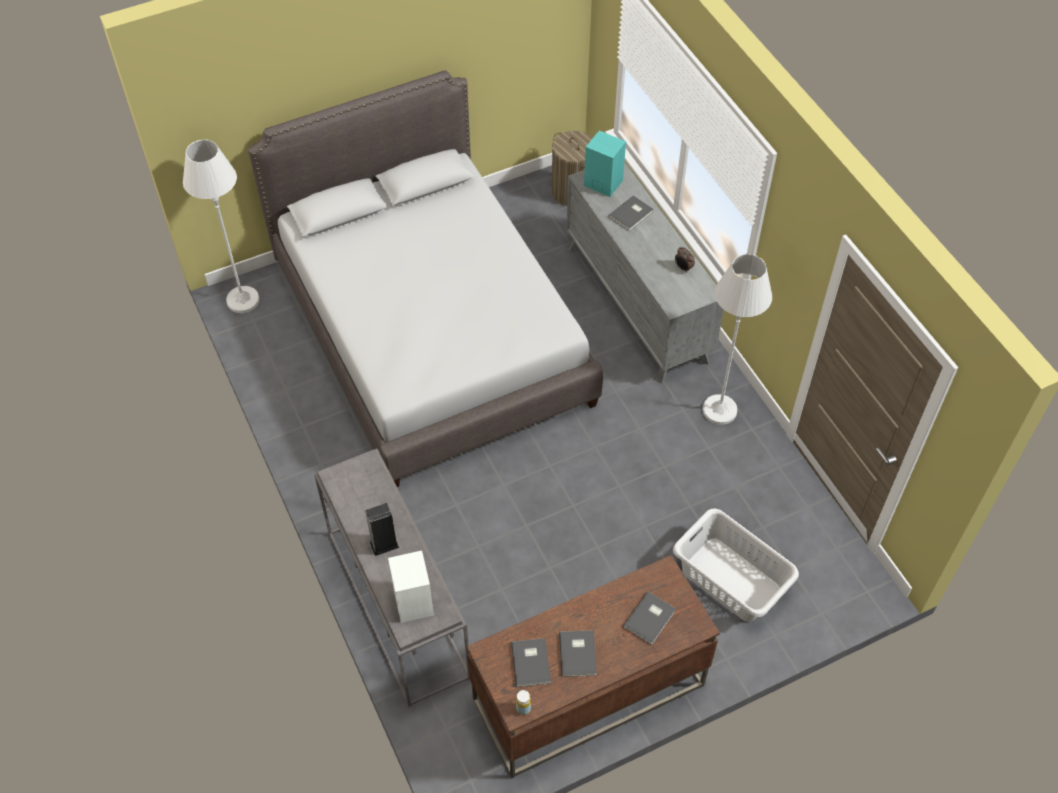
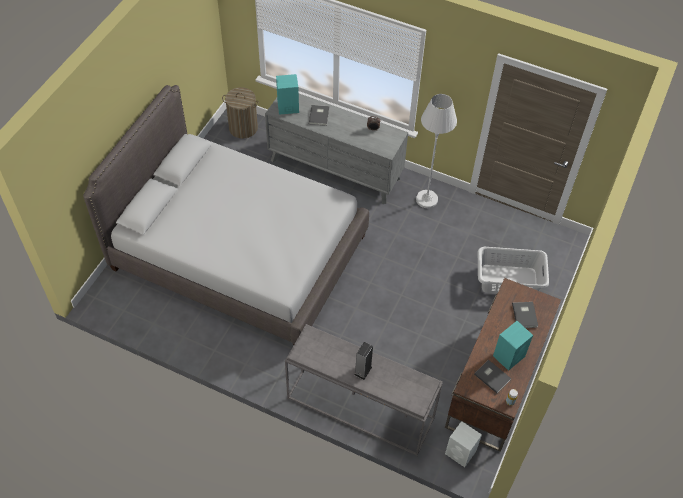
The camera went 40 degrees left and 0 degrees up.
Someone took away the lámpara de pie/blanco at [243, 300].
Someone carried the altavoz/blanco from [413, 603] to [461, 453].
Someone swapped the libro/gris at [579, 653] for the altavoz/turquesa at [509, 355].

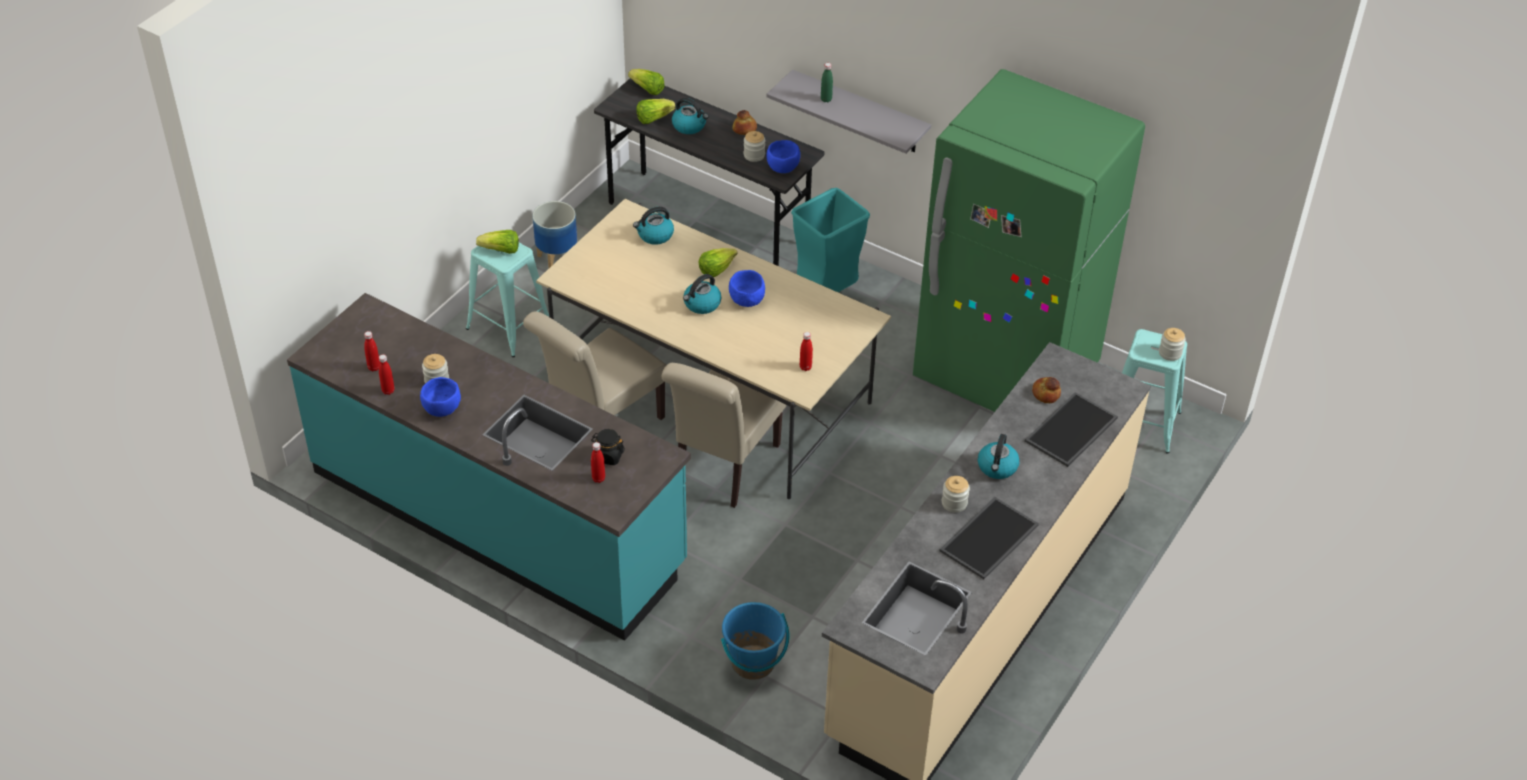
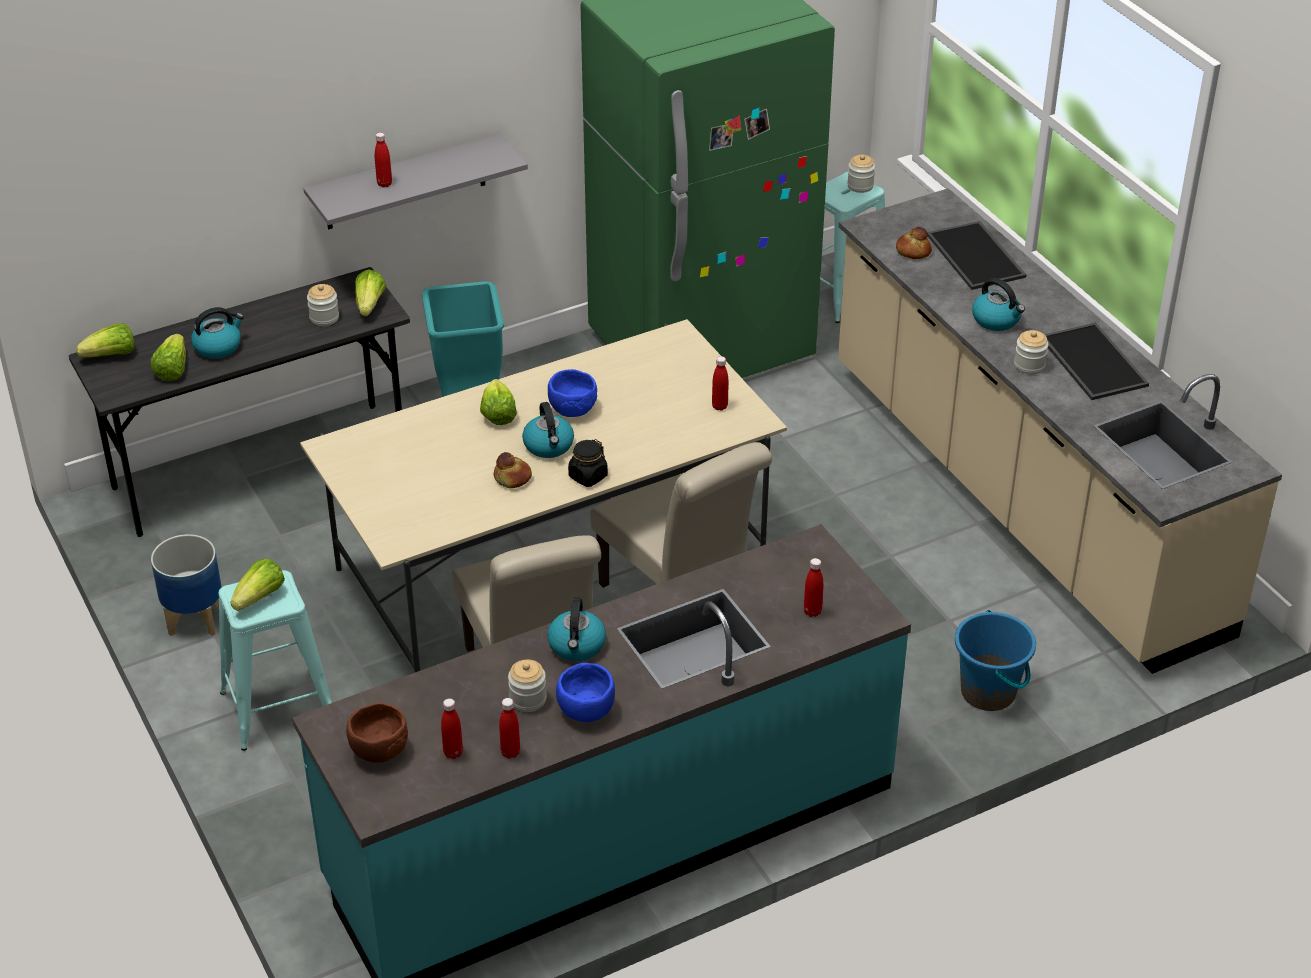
The camera went 60 degrees left and 5 degrees down.
Someone put down the cuenco/marrón at [379, 752].
Someone carried the tarro/negro from [608, 456] to [588, 476].
Someone carried the hervidor from [655, 235] to [577, 646].
Someone carried the pan from [744, 129] to [512, 478].
Someone swapped the cuenco/azul at [783, 168] for the lechuga at [370, 305].
Someone repainted the botella/verde at [826, 99], which became the botella/rojo at [384, 184].

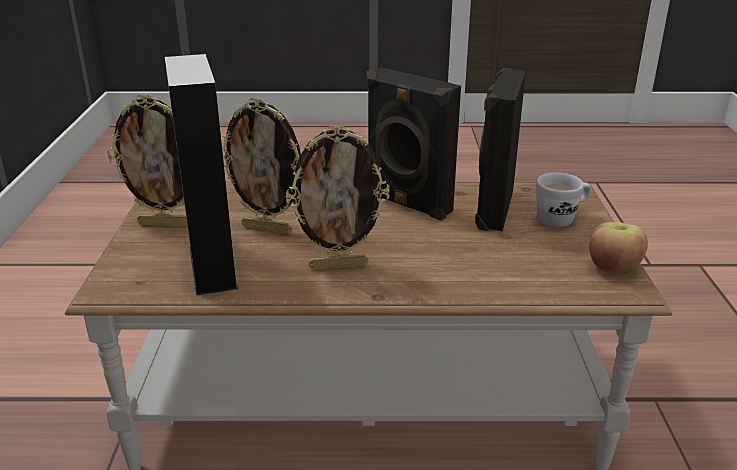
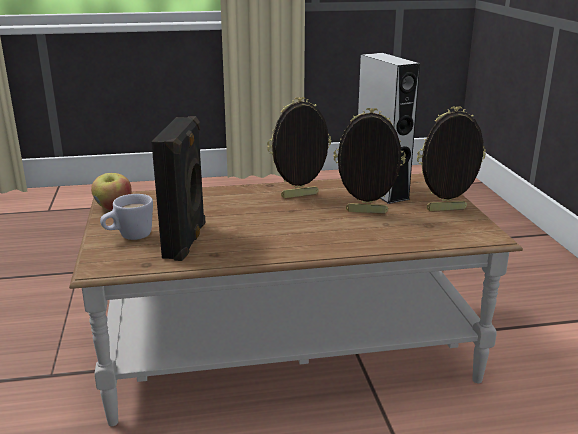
The camera went 170 degrees right and 5 degrees down.
Someone took away the altavoz/negro at [407, 204].

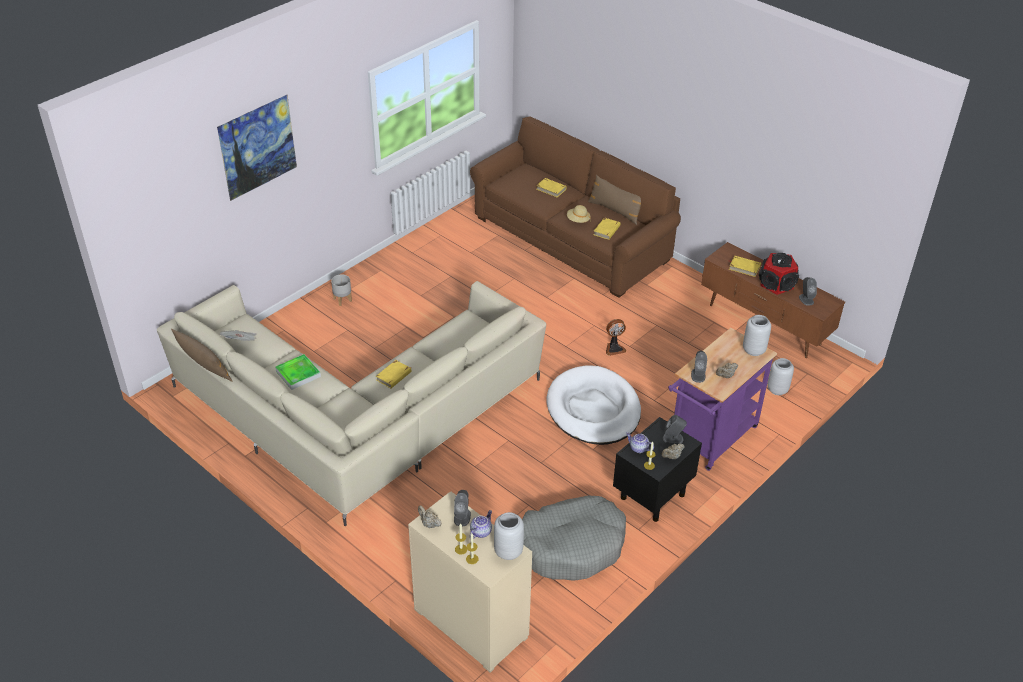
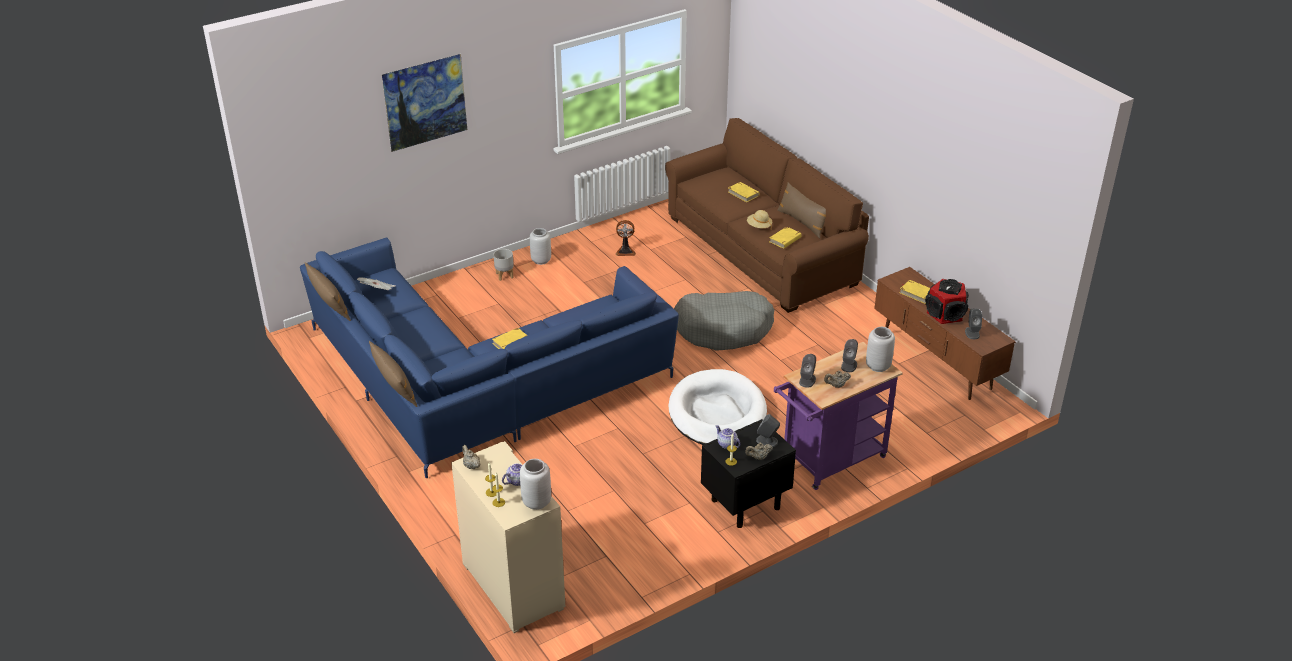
The camera went 15 degrees right and 5 degrees down.
Someone took away the bandeja at [298, 374].
Someone put down the cojín/marrón at [394, 388].
Someone carried the altavoz/gris from [462, 516] to [849, 365].
Someone carried the cama para perro/gris from [571, 546] to [723, 329].
Someone carried the ventilador from [614, 348] to [625, 251].
Someone carried the florero/gris from [777, 390] to [541, 260].
Someone repainted the sofá/beis at [355, 417], which became the sofá/azul at [474, 383].

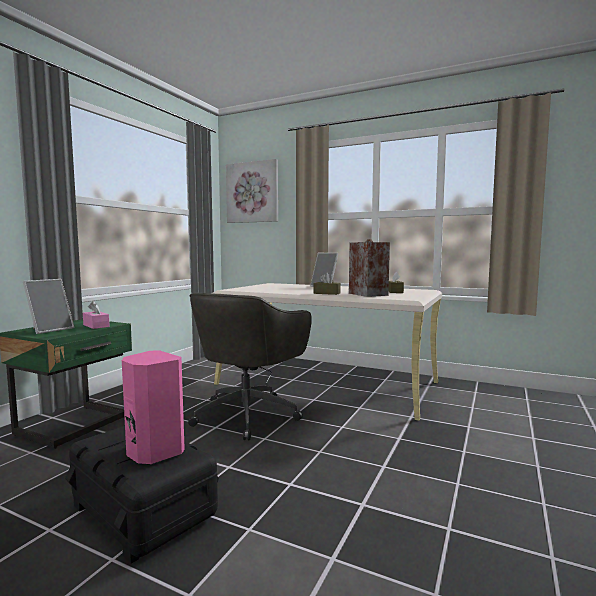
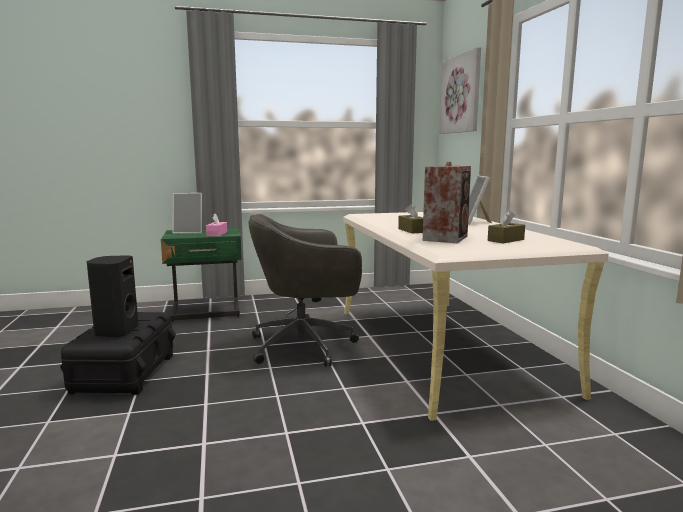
The camera went 50 degrees right and 5 degrees up.
Someone repainted the altavoz/rosa at [153, 453], which became the altavoz/negro at [115, 331].

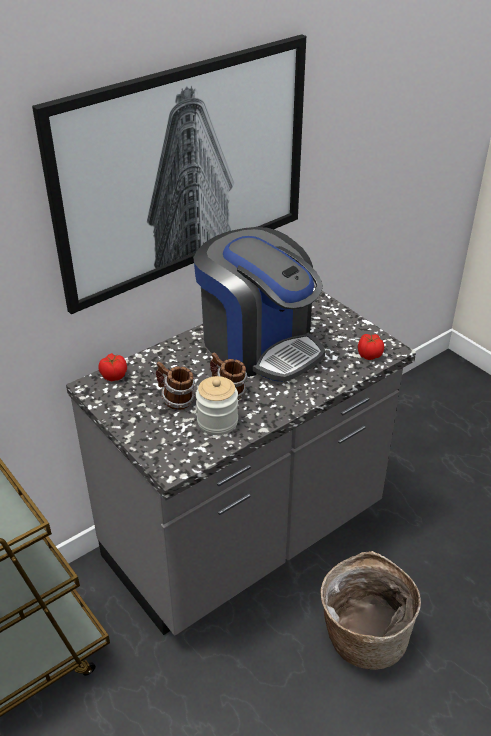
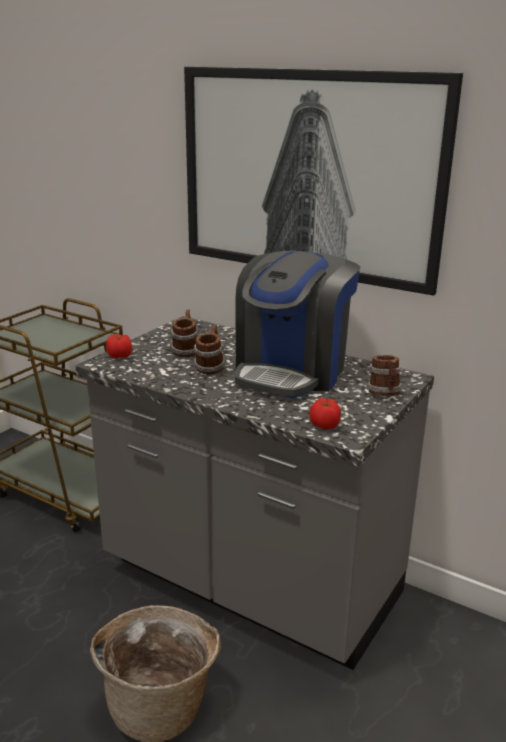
The camera went 70 degrees right and 15 degrees down.
Someone took away the tarro at [217, 422].
Someone put down the taza grande at [385, 394].
Someone carried the tomate from [113, 376] to [119, 355].

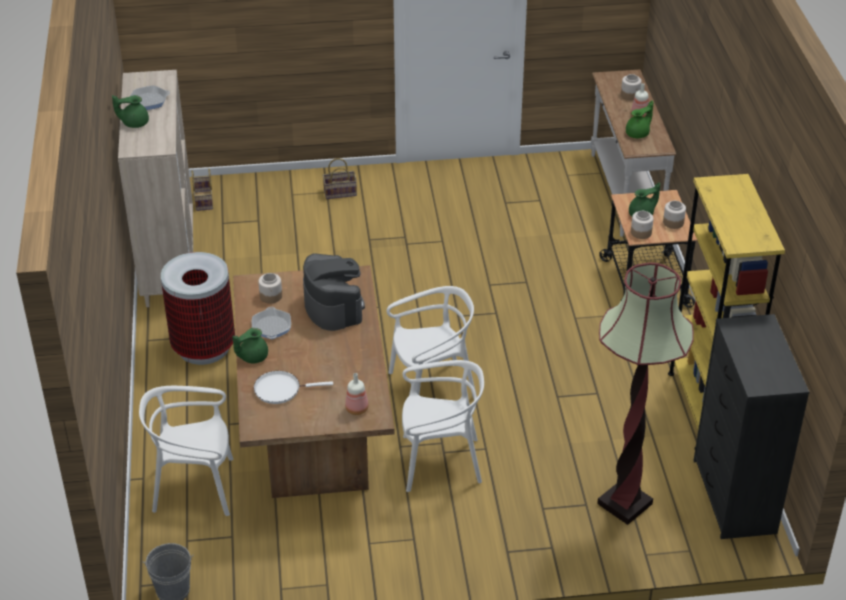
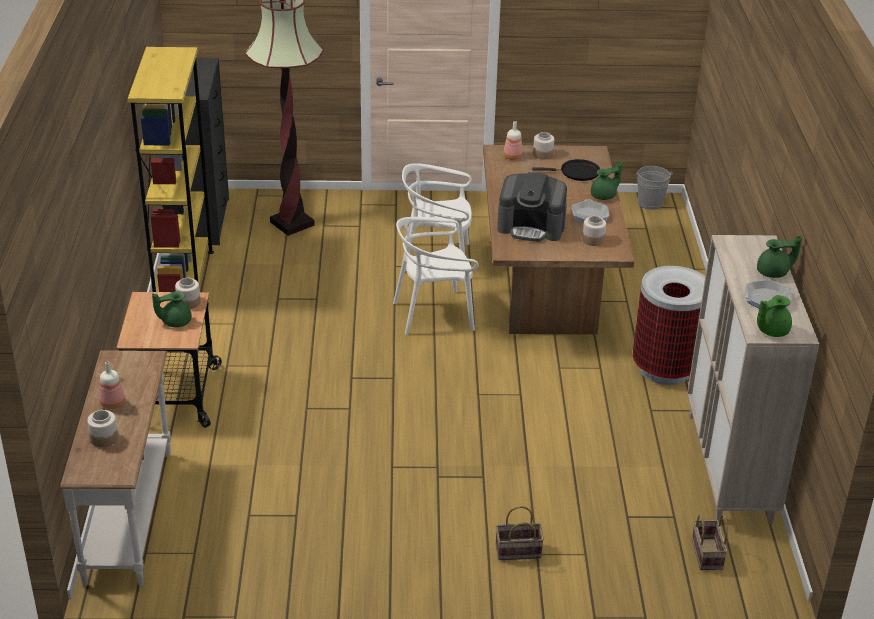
The camera went 175 degrees left and 5 degrees down.
Someone took away the silla/blanco at [195, 487].
Someone carried the tetera/verde from [638, 133] to [771, 330].
Someone carried the tarro from [673, 222] to [543, 154].
Someone repainted the sartén/blanco at [280, 389], which became the sartén/negro at [577, 173].
Someone rotated the cafetera at [333, 307] by 60 degrees counterclockwise.

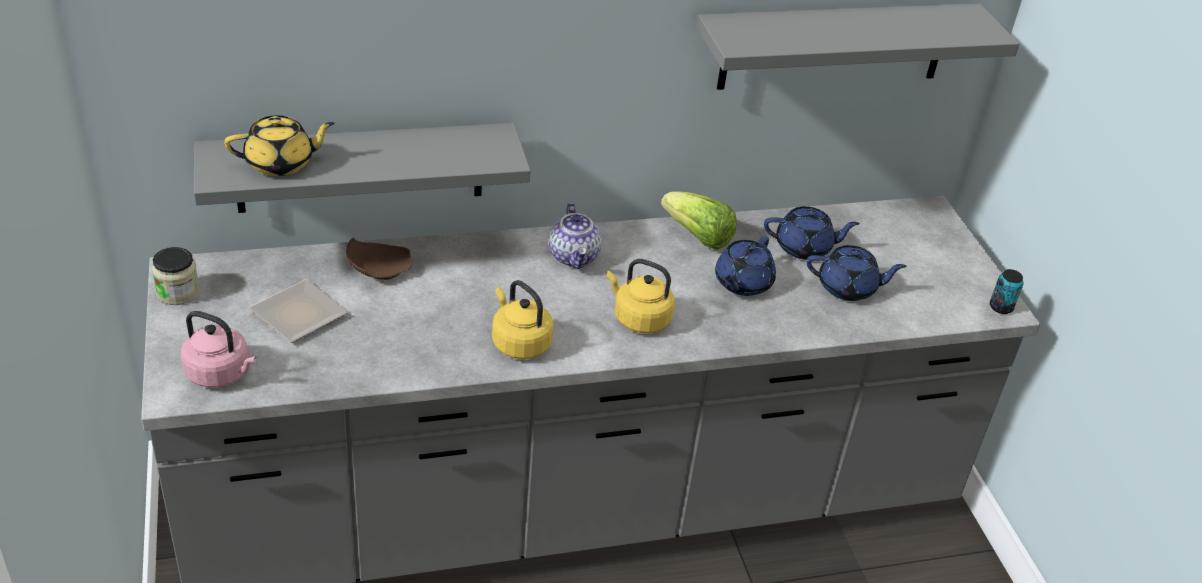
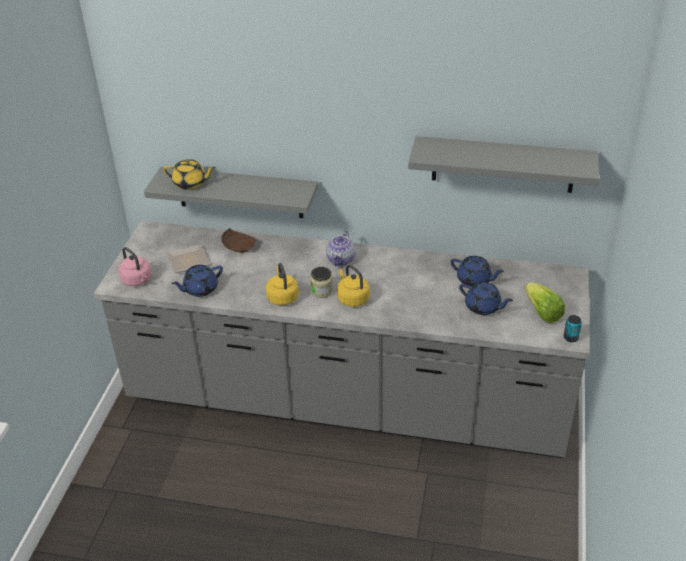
The camera went 30 degrees right and 0 degrees up.
Someone carried the tarro from [178, 292] to [322, 291].
Someone carried the lechuga from [697, 236] to [542, 312].
Someone carried the tetera/azul from [742, 283] to [200, 289].

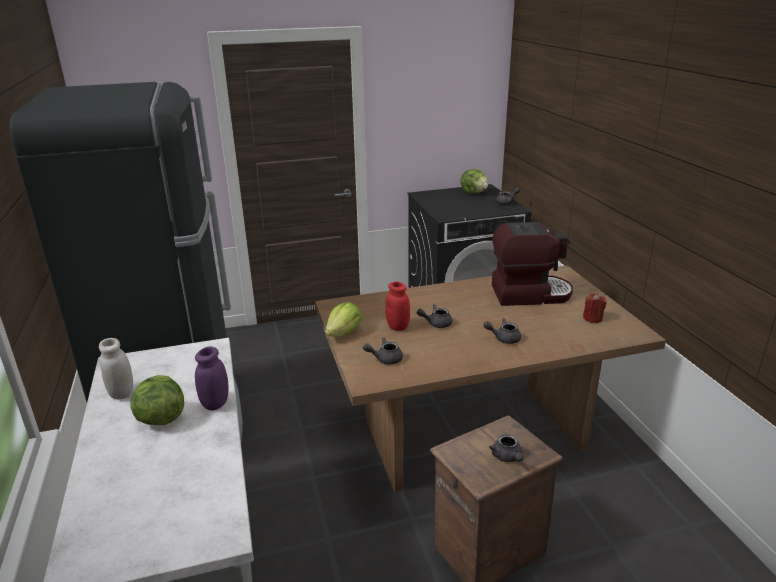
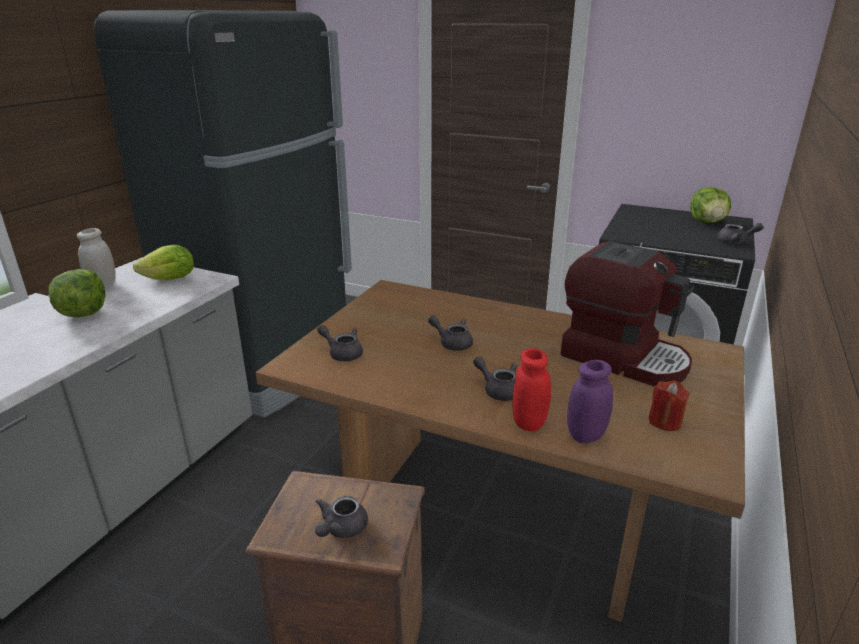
The camera went 40 degrees right and 0 degrees up.
Someone carried the tarro/morado from [215, 403] to [586, 435].
Someone carried the lechuga from [344, 333] to [170, 279].
Someone carried the tarro/rojo from [397, 327] to [528, 422].

